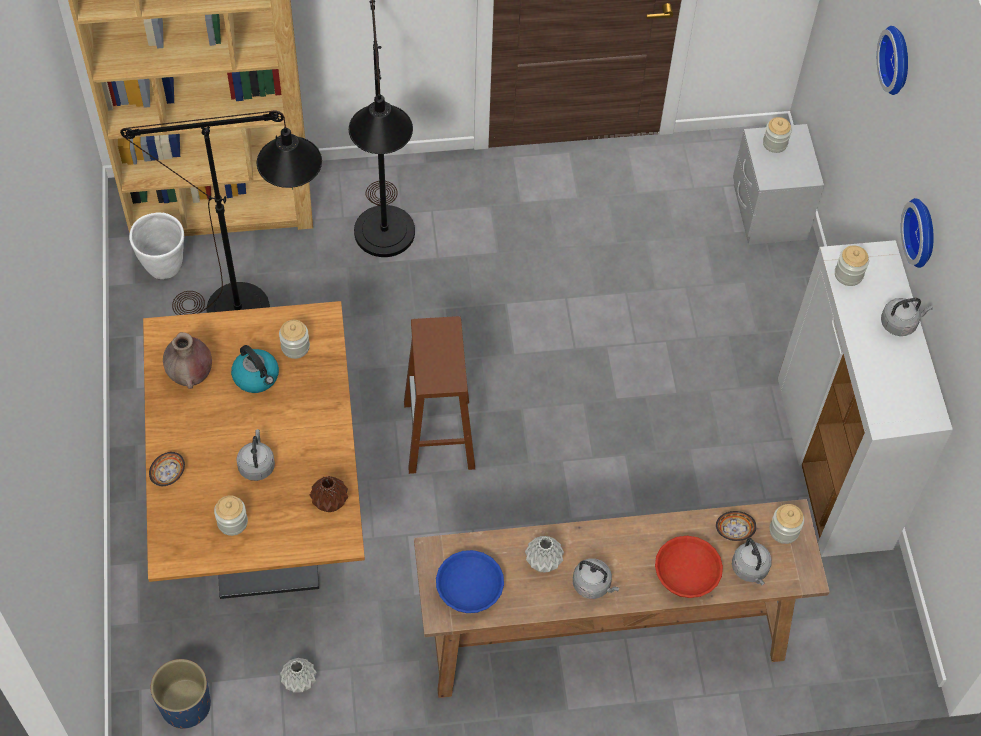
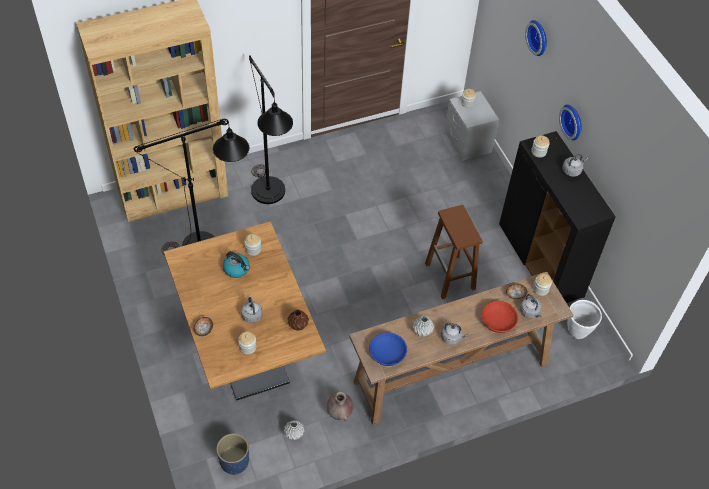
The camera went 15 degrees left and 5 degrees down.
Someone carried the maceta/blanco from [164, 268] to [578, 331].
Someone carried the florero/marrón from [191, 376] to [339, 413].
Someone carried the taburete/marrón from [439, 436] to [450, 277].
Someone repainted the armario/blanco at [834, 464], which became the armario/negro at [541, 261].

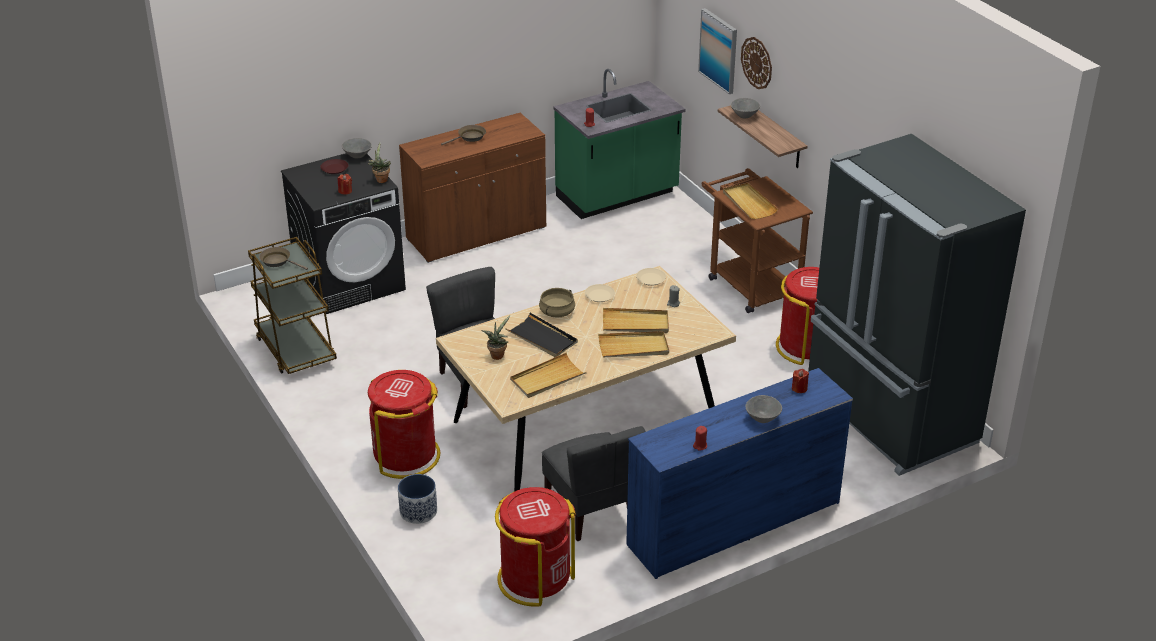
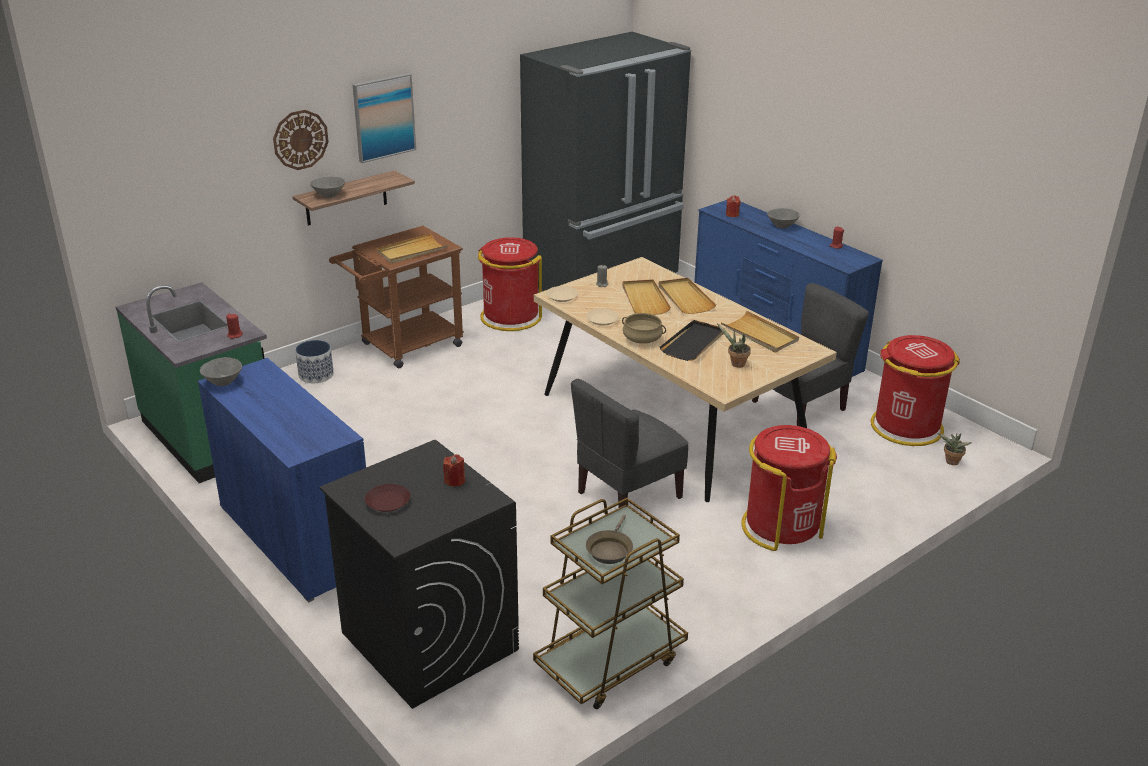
The camera went 100 degrees left and 5 degrees down.
Someone took away the sartén/marrón at [469, 137].
Someone carried the cuenco/gris from [357, 156] to [224, 382].
Someone carried the planta en maceta from [381, 179] to [951, 462].
Someone carried the maceta from [418, 511] to [316, 375].
Someone carried the cuadro from [719, 50] to [384, 117].
Someone repainted the armario/marrón at [476, 234], which became the armario/azul at [296, 538].

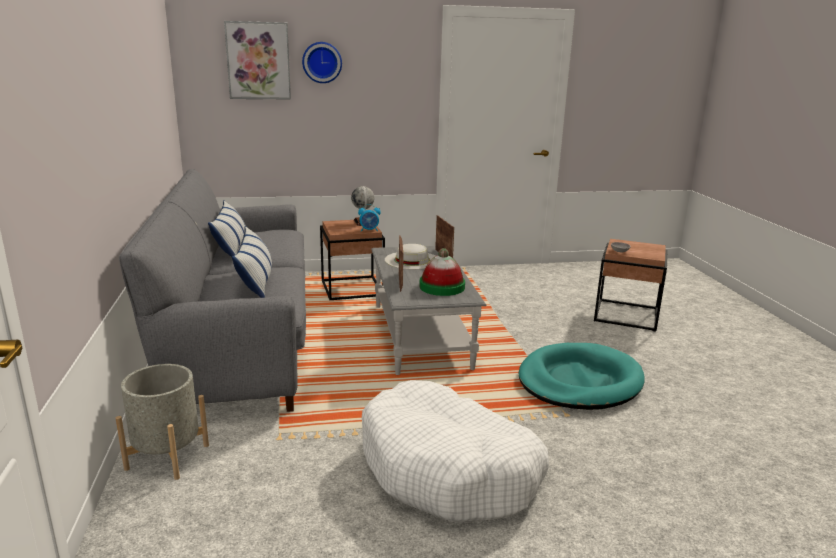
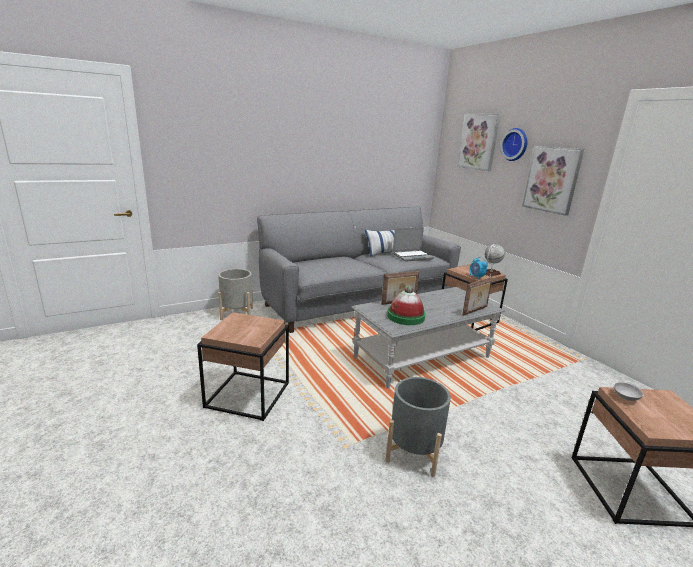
The camera went 70 degrees right and 0 degrees up.
Someone took away the cojín at [256, 281].
Someone took away the sombrero/blanco at [412, 260].
Someone put down the portátil at [412, 256].
Someone put up the cuadro at [552, 179].
Someone swapped the cama para perro/blanco at [449, 469] for the mesa auxiliar/marrón at [247, 394].
Someone swapped the cama para perro/turquesa at [579, 381] for the maceta/gris at [414, 452].

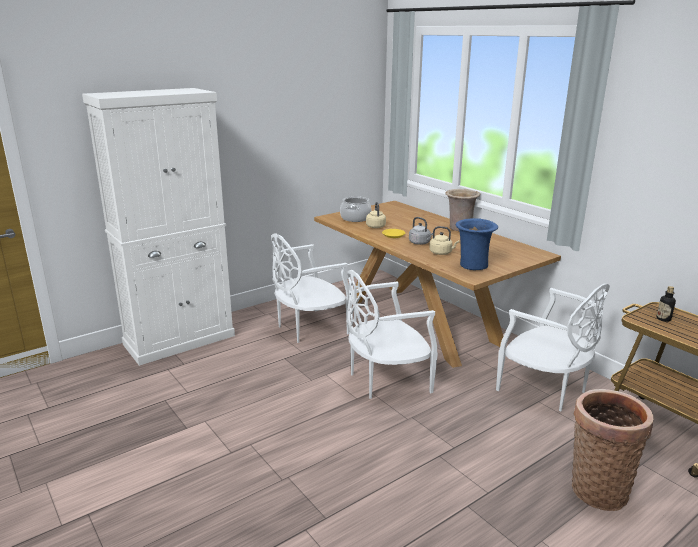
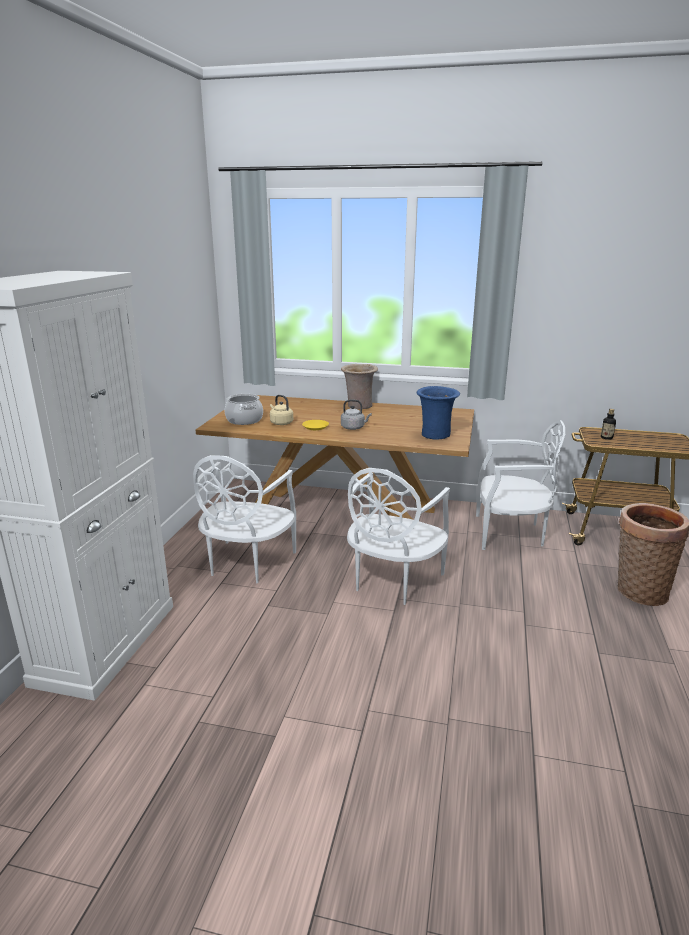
The camera went 40 degrees left and 0 degrees up.
Someone took away the hervidor/beis at [441, 253].

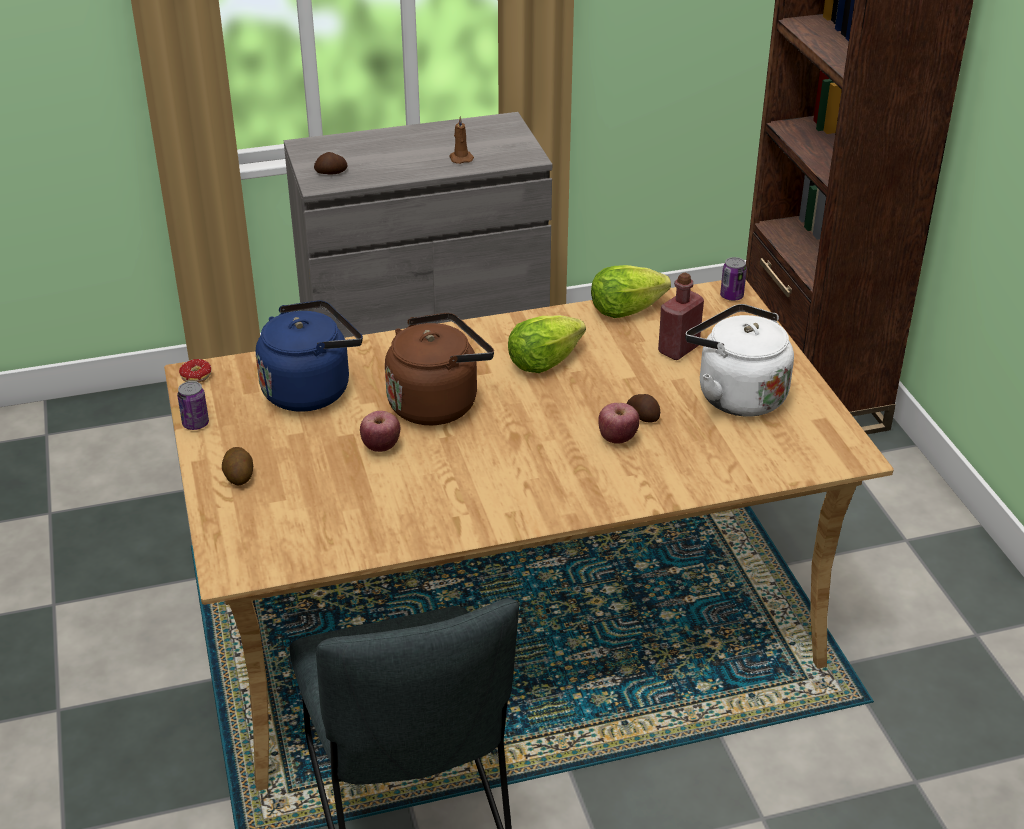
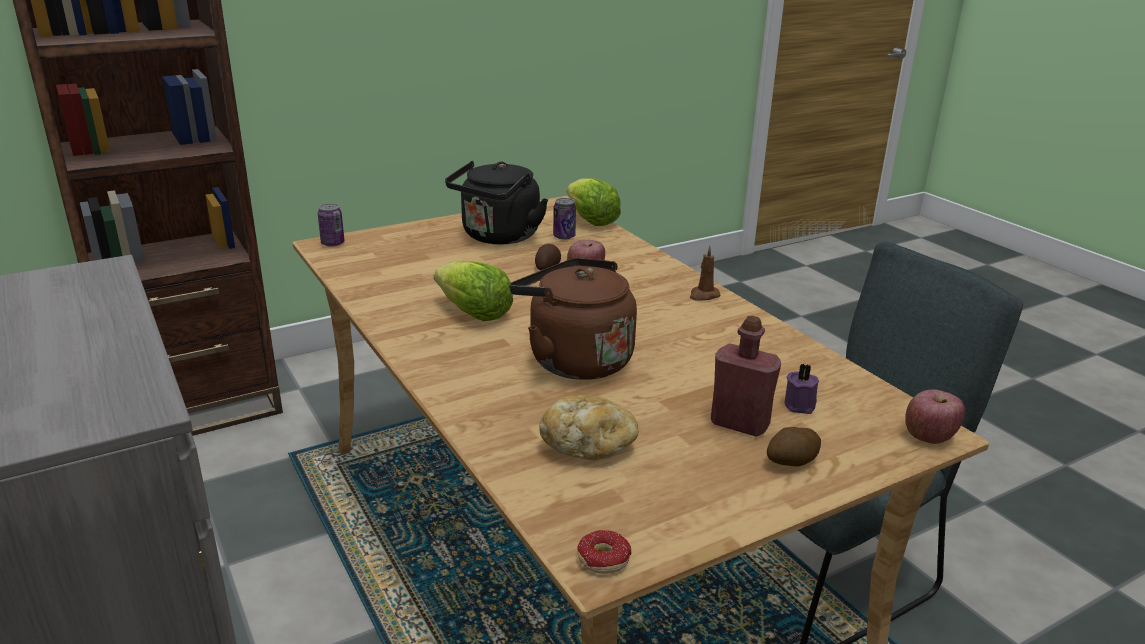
The camera went 105 degrees left and 10 degrees down.
Someone took away the patata at [331, 173].
Someone put down the vela/morado at [801, 405].
Someone carried the lata from [195, 424] to [564, 236].
Someone carried the manzana from [381, 446] to [929, 436].
Someone carried the vela/marrón from [460, 158] to [703, 295].
Someone carried the lechuga from [625, 310] to [591, 221].
Someone carried the botella/rojo from [678, 349] to [739, 424].
Someone swapped the hervidor/azul at [311, 389] for the pan at [588, 446].
Someone repainted the hervidor/blanco at [736, 395], which became the hervidor/negro at [498, 237].

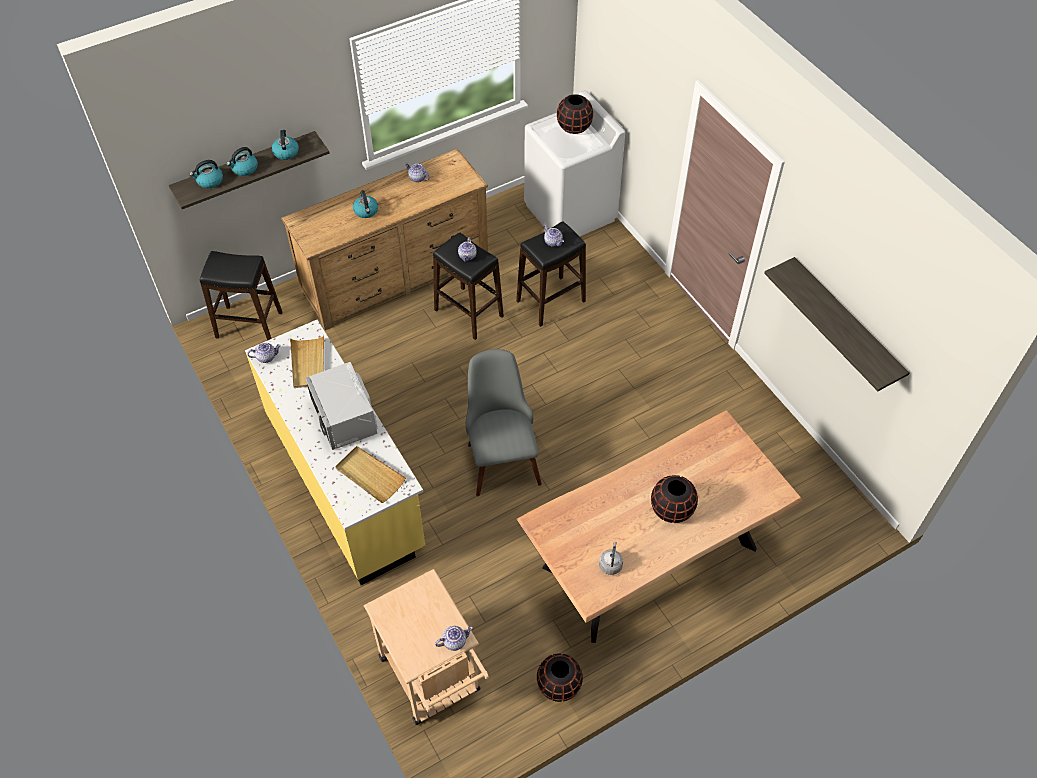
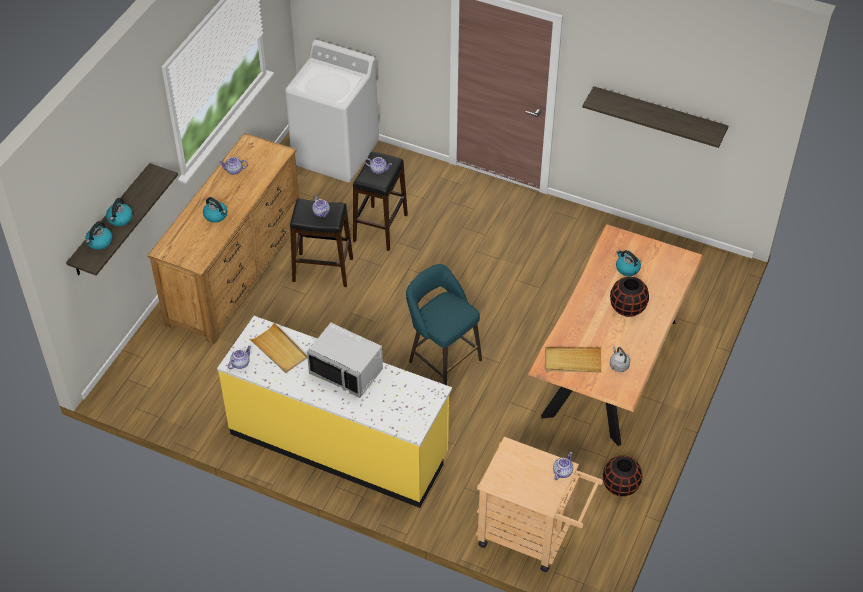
The camera went 35 degrees left and 5 degrees down.
Someone took away the taburete/negro at [249, 325].
Someone took away the florero/negro at [574, 127].
Someone carried the hervidor from [286, 152] to [627, 268].
Someone carried the bandeja/beis from [370, 475] to [572, 361].
Someone swapped the silla/gris at [500, 455] for the taburete/turquesa at [442, 359].

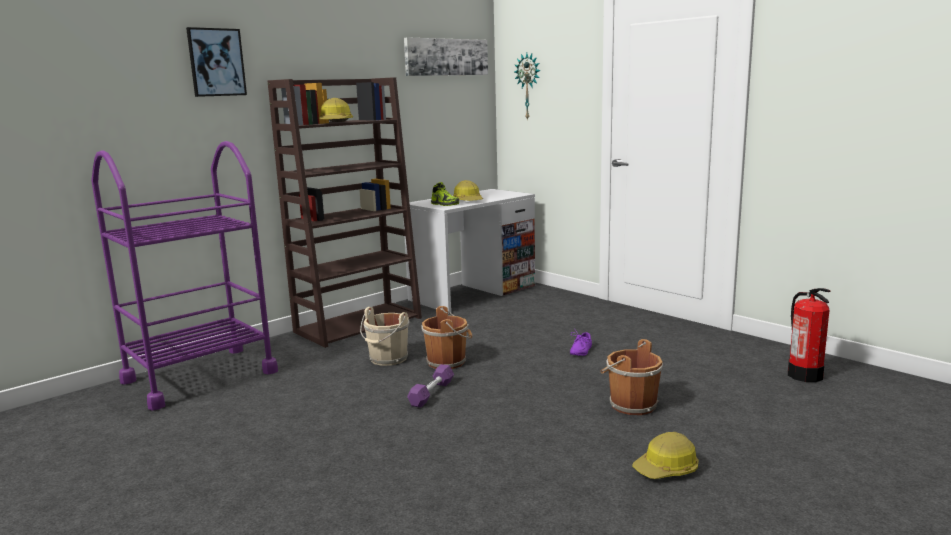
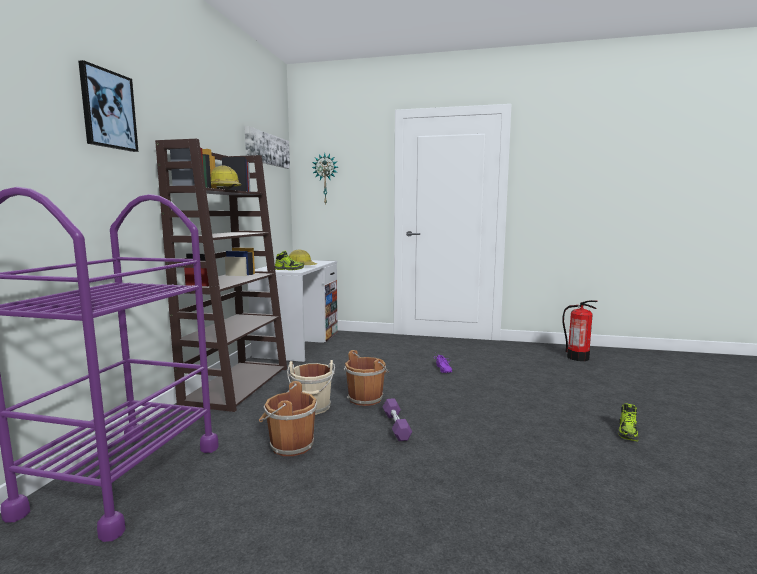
The camera went 35 degrees left and 5 degrees down.
Someone carried the cubo/marrón from [630, 405] to [289, 445].
Someone swapped the casco at [666, 469] for the zapato at [628, 433].

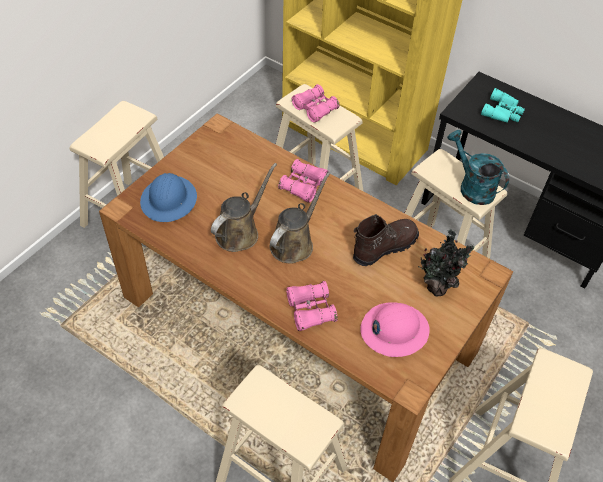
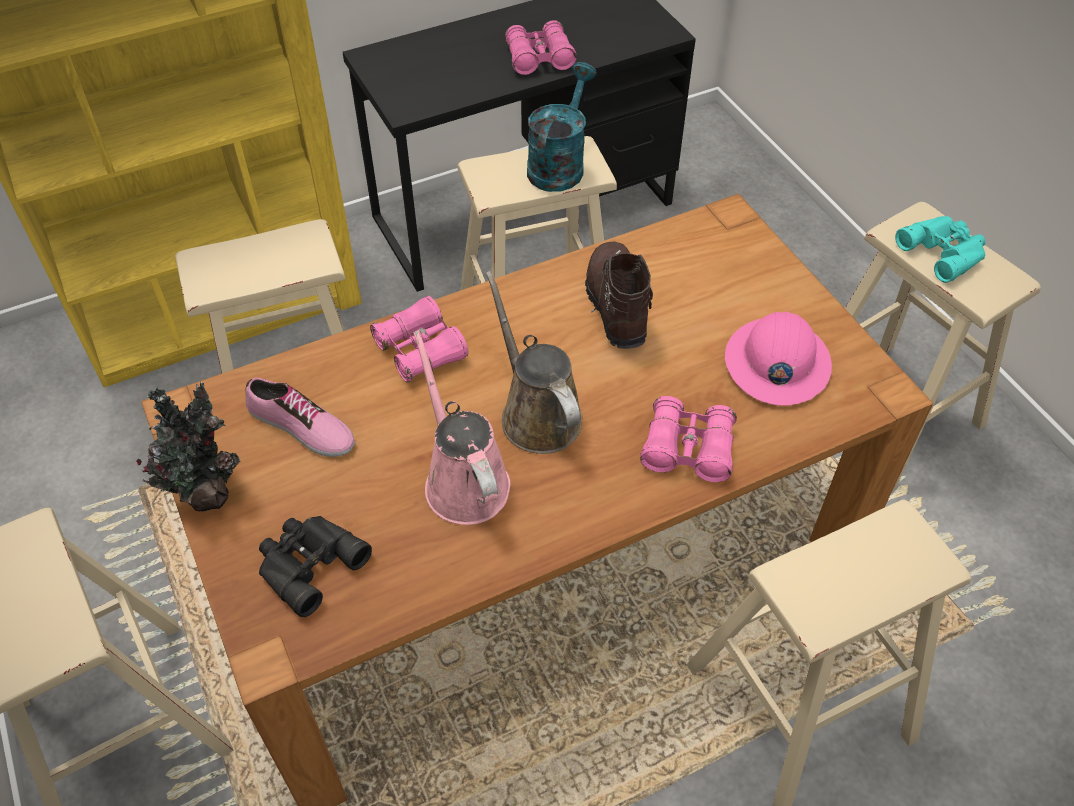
The camera went 60 degrees left and 0 degrees up.
Someone put down the zapato at [301, 428].
Someone carried the prismáticos/rosa from [315, 109] to [539, 58].
Someone carried the planta en maceta from [438, 286] to [207, 493].
Someone carried the prismáticos/turquesa from [503, 112] to [944, 251].
Someone swapped the casco/azul at [169, 200] for the prismáticos/negro at [307, 563].
Someone repainted the regadera/marrón at [240, 232], which became the regadera/rosa at [463, 480].
Someone rotated the regadera/turquesa at [472, 187] by 120 degrees clockwise.

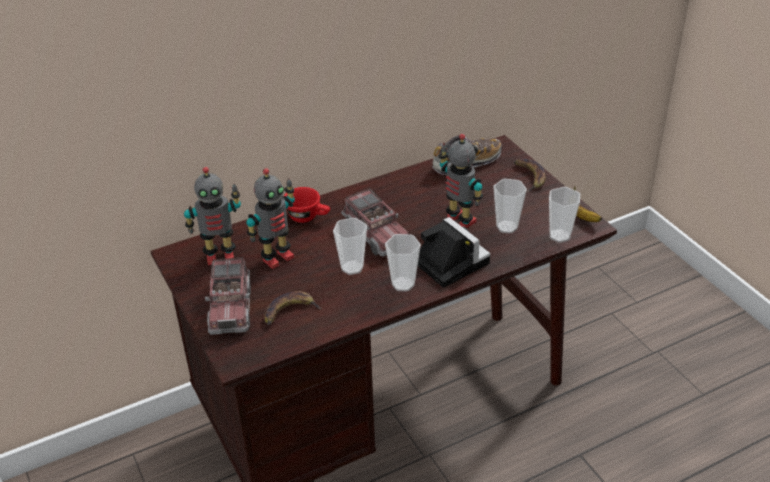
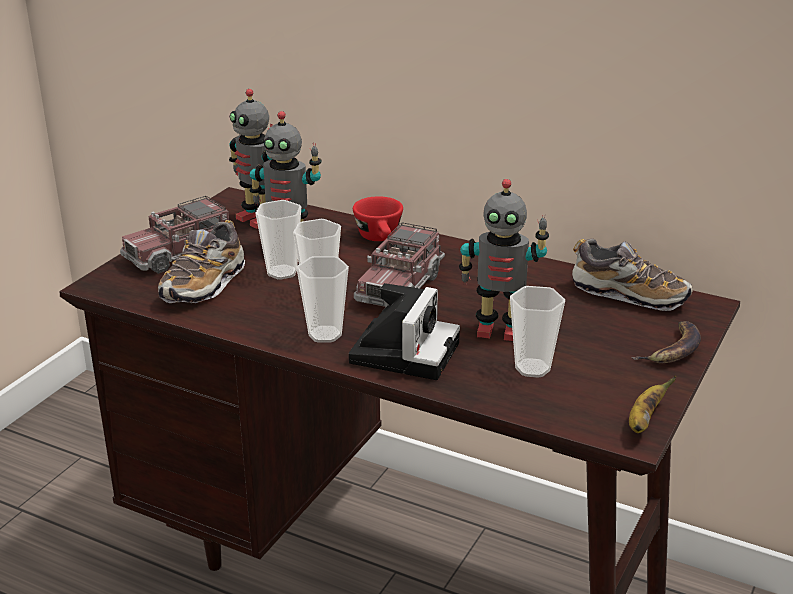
The camera went 55 degrees right and 10 degrees down.
Someone carried the taza from [559, 236] to [282, 272].
Someone swapped the plátano at [289, 311] for the zapato at [204, 285].
Someone rotated the robot de juguete at [459, 221] by 90 degrees clockwise.

